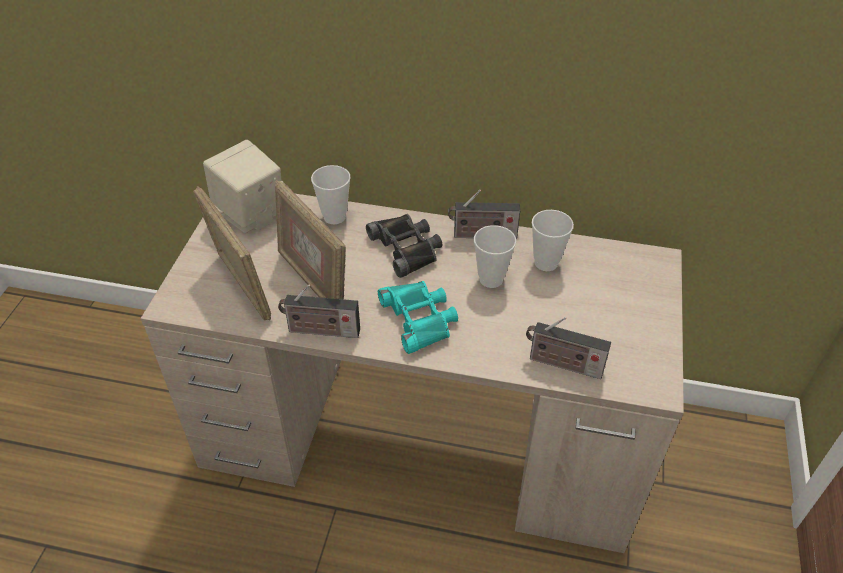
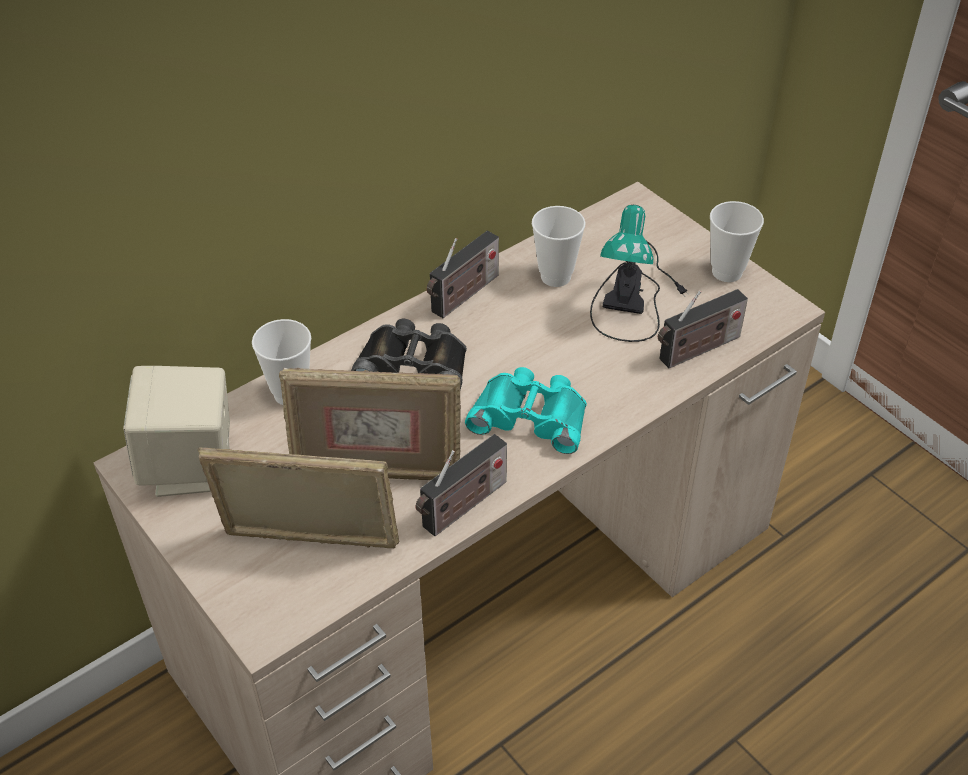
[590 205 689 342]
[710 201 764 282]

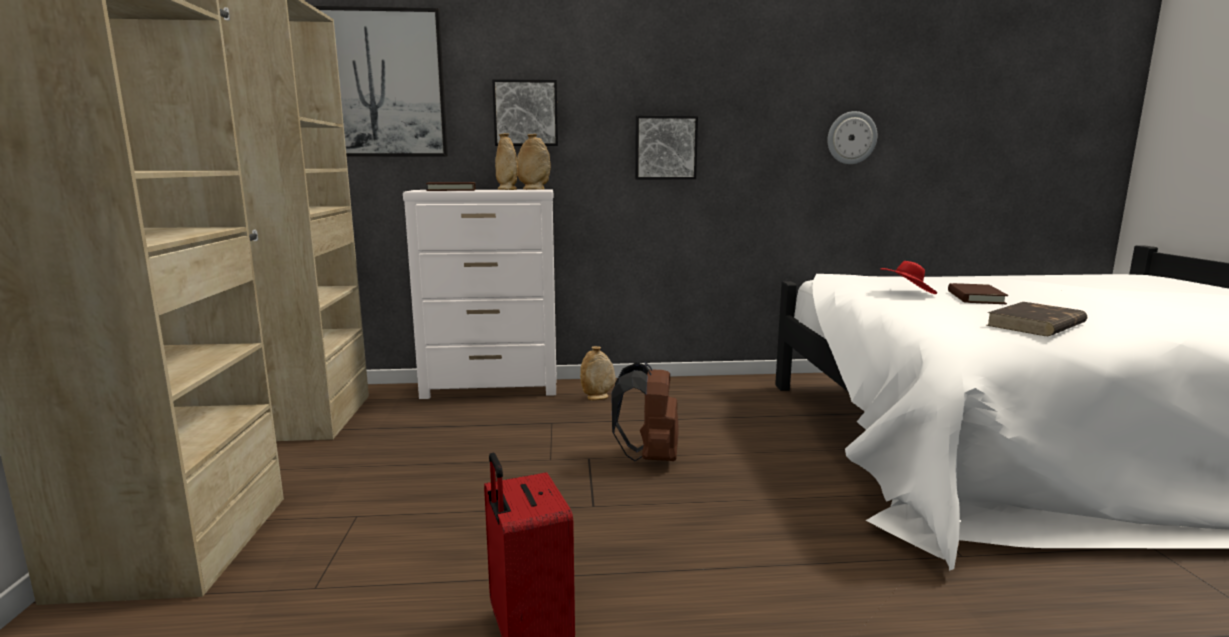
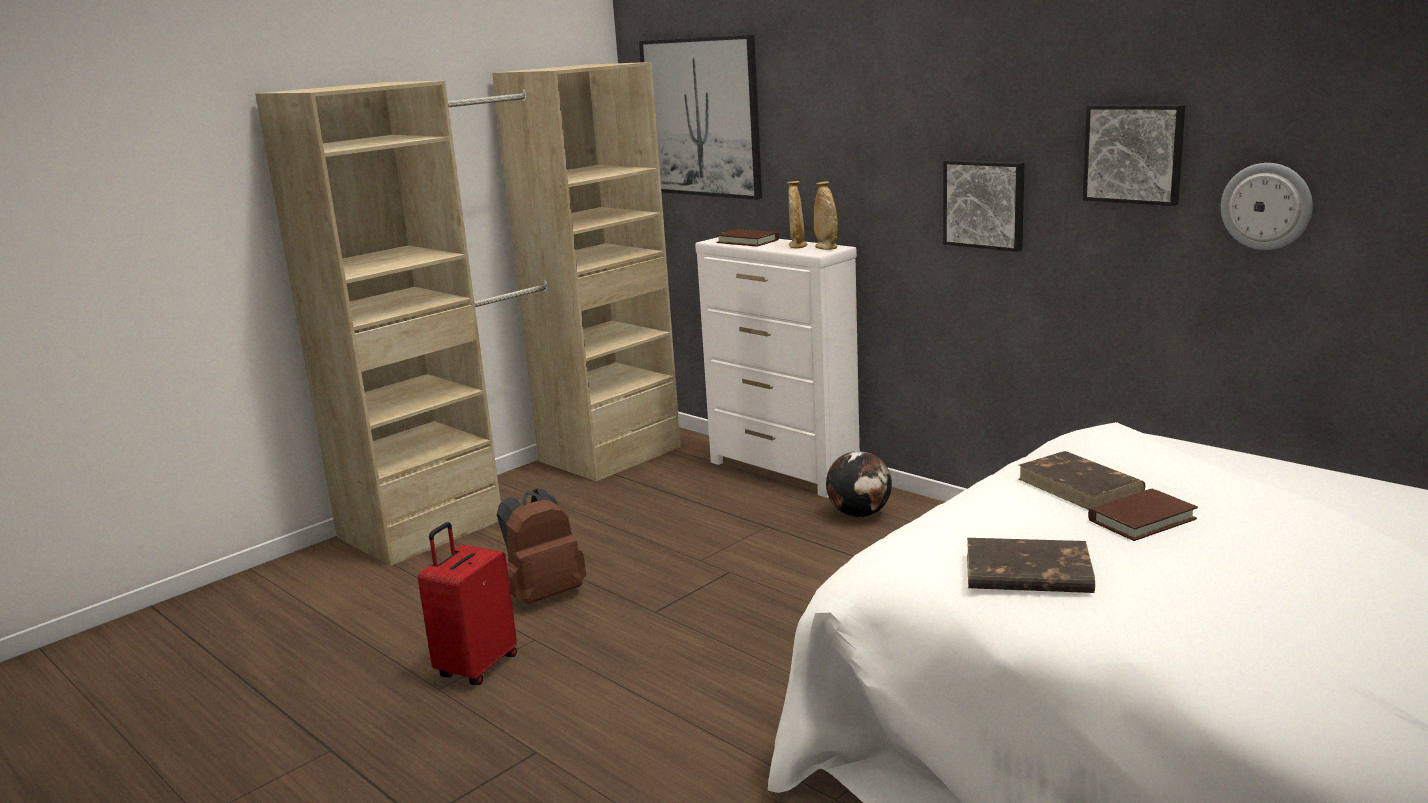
[1083 105 1185 206]
[497 488 586 604]
[826 451 892 517]
[1019 451 1145 510]

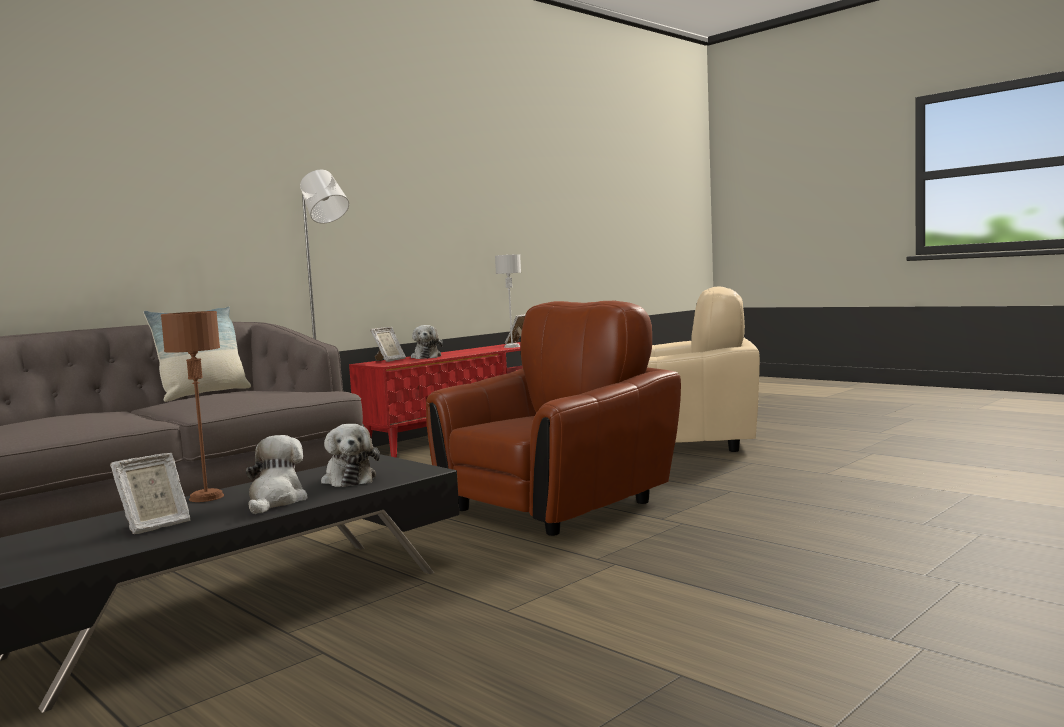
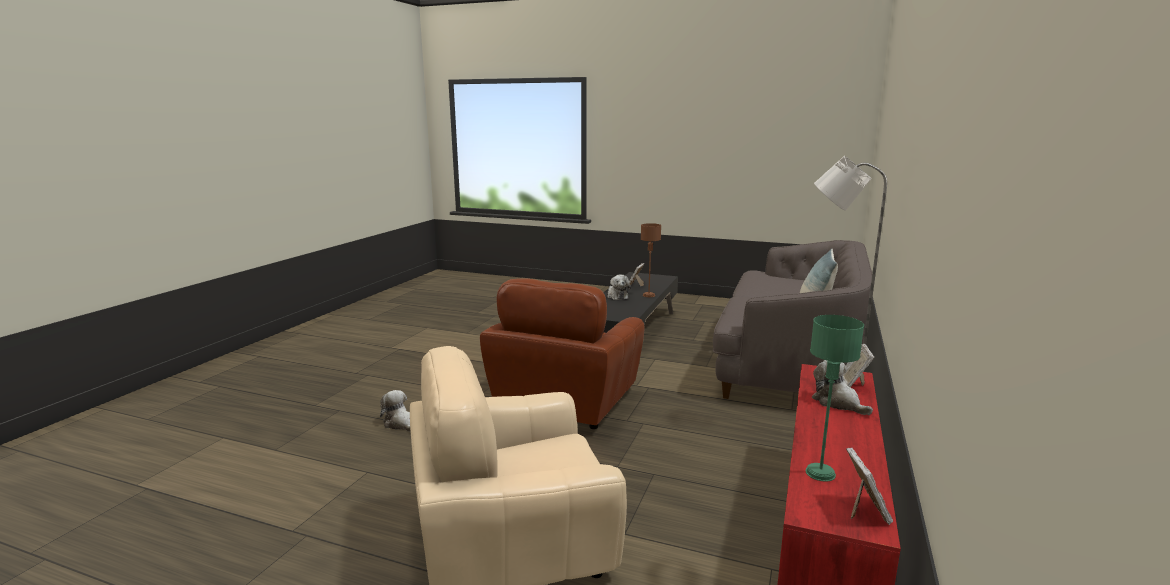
[380 390 411 432]
[805 315 864 482]

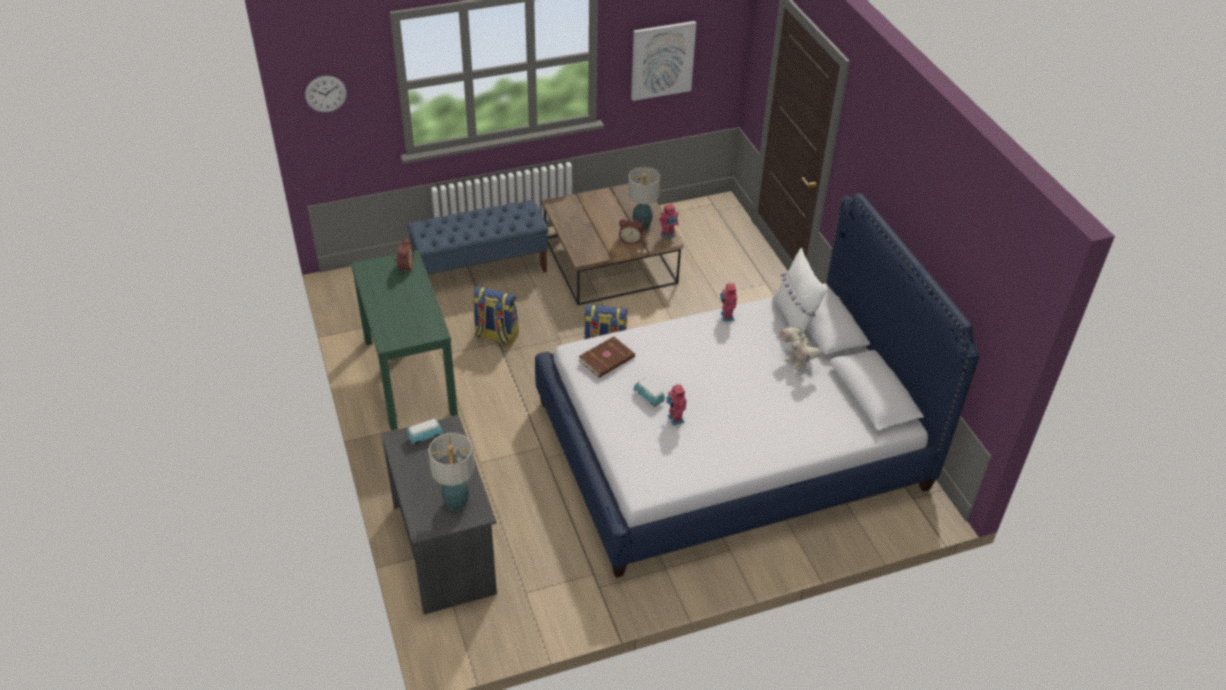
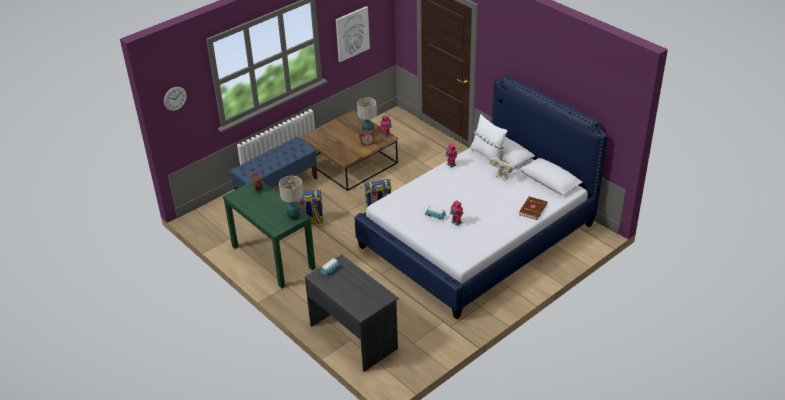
[279 176 303 221]
[519 196 547 220]

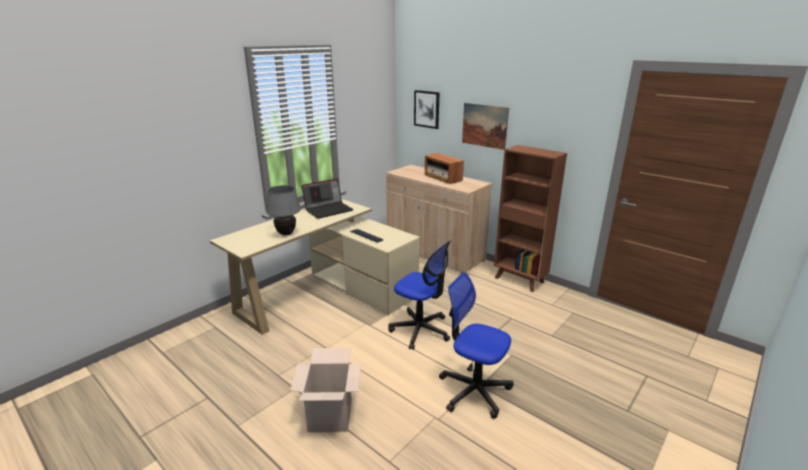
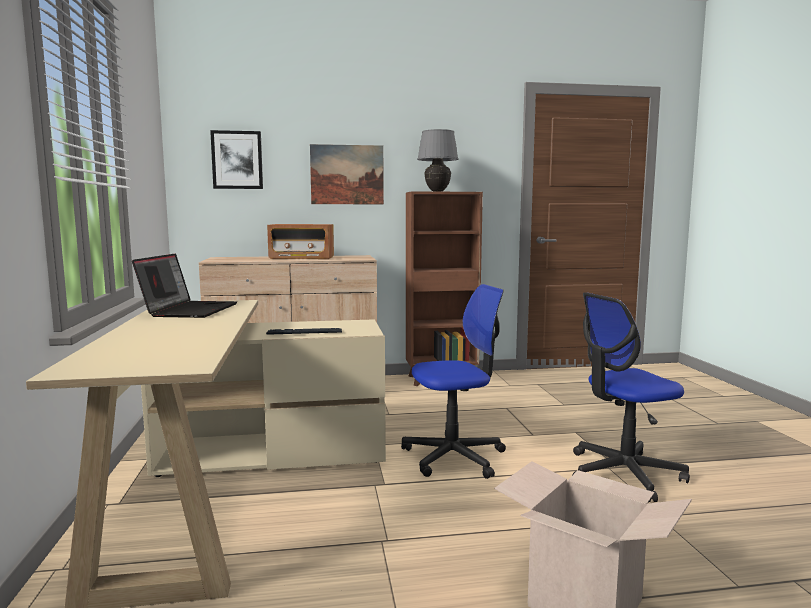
[417 129 458 192]

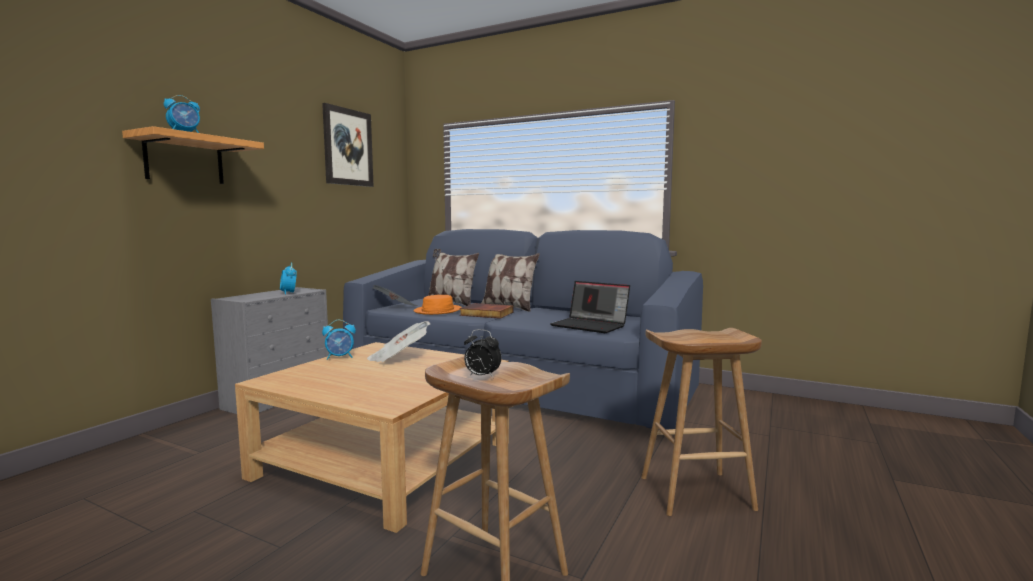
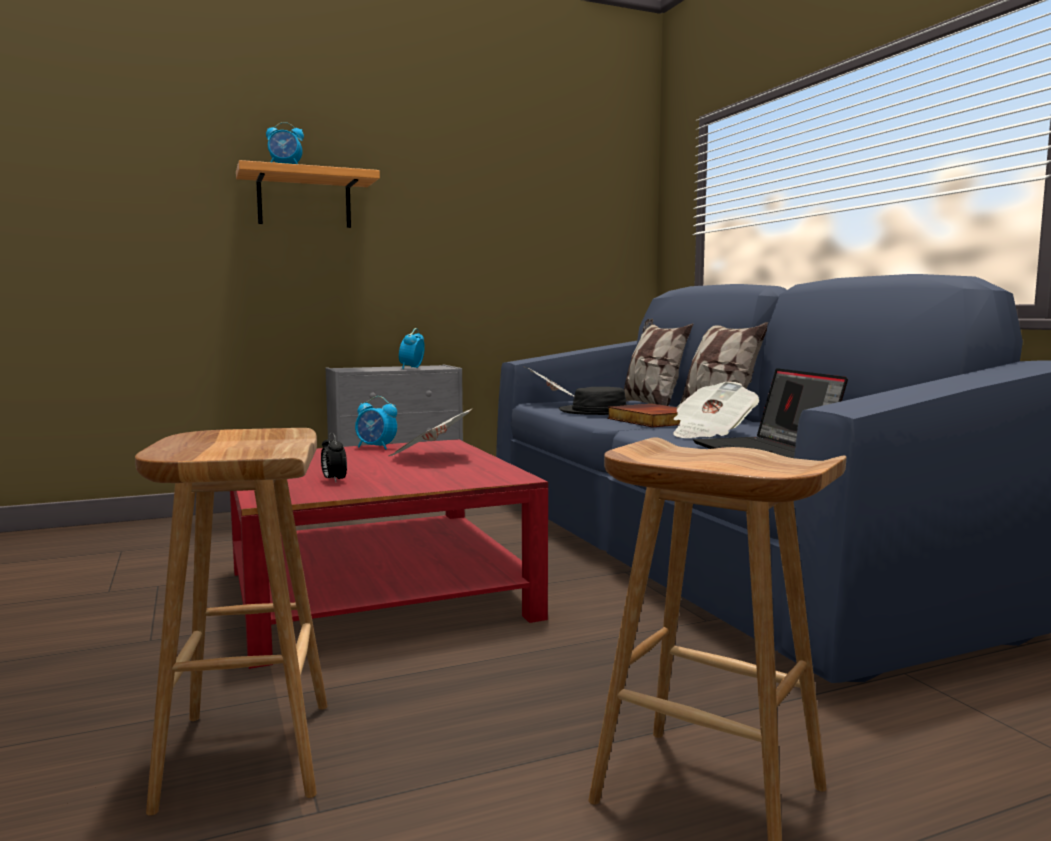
[322 103 374 187] (first image)
[673 382 759 438]
[321 433 347 482]
[230 439 548 669]
[559 387 627 415]

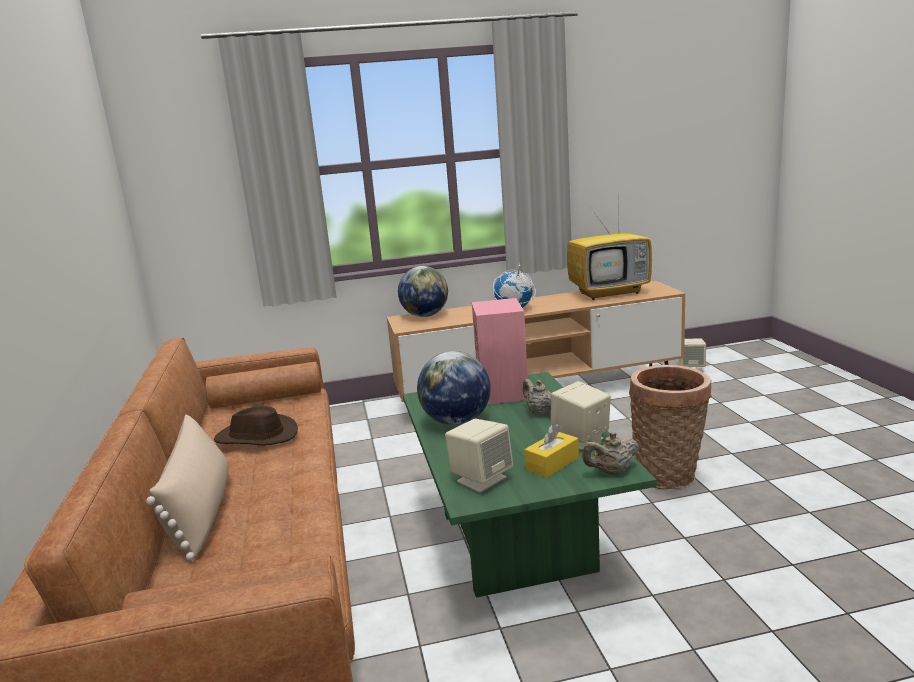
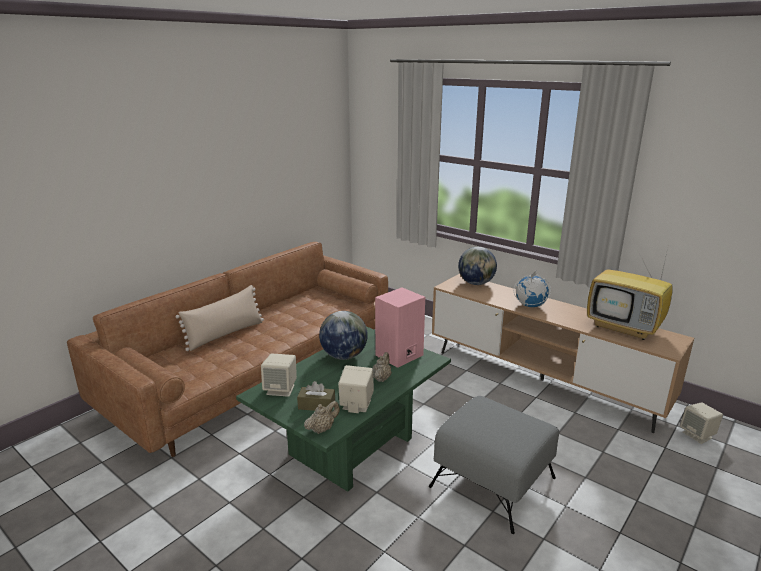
[214 406 298 446] (first image)
[429 396 559 534]
[297 381 335 412]
[304 401 340 434]

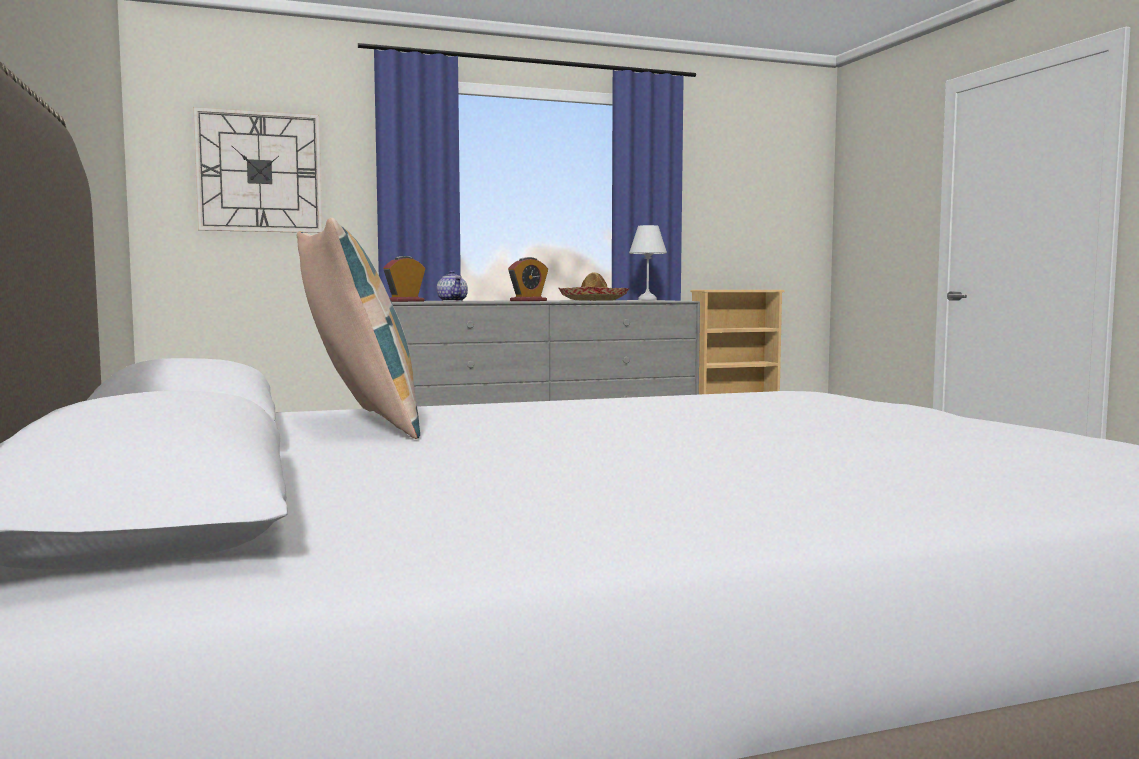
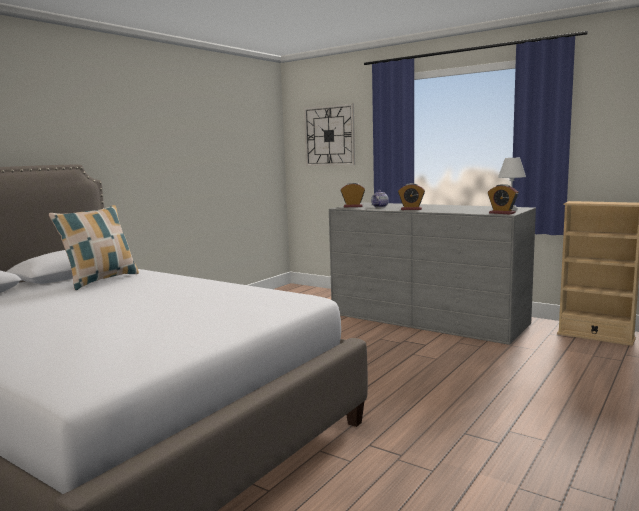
[559 272 629 301] (first image)
[488 184 518 214]

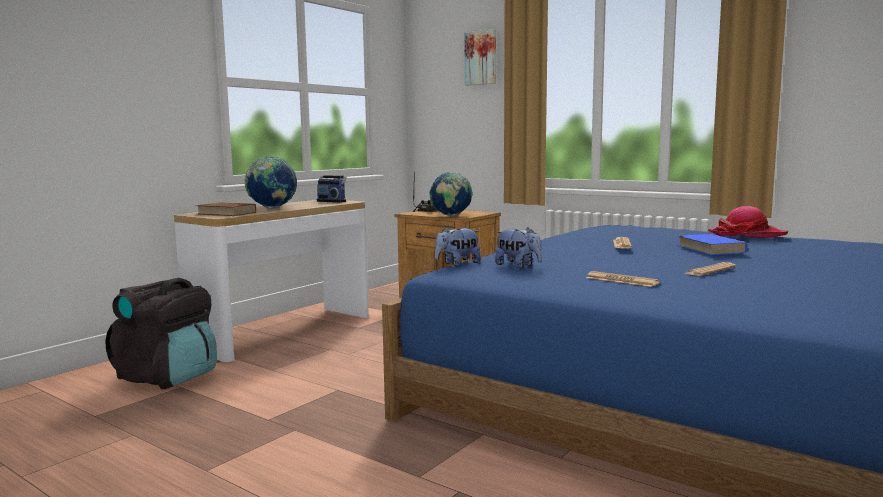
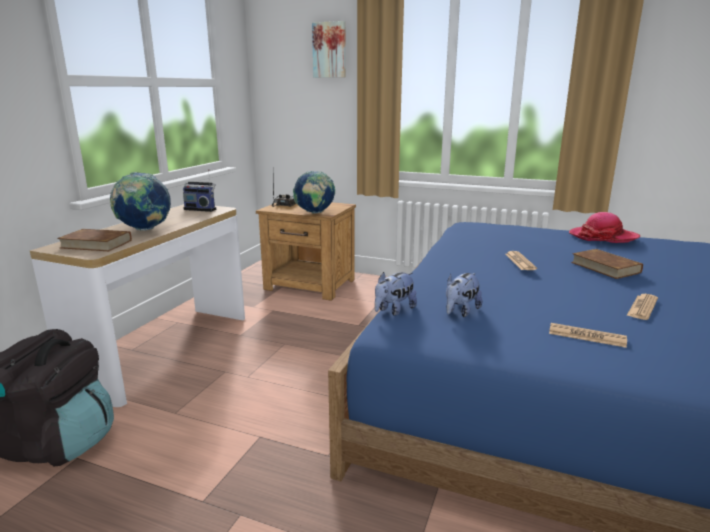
[571 249 643 279]
[446 273 482 317]

